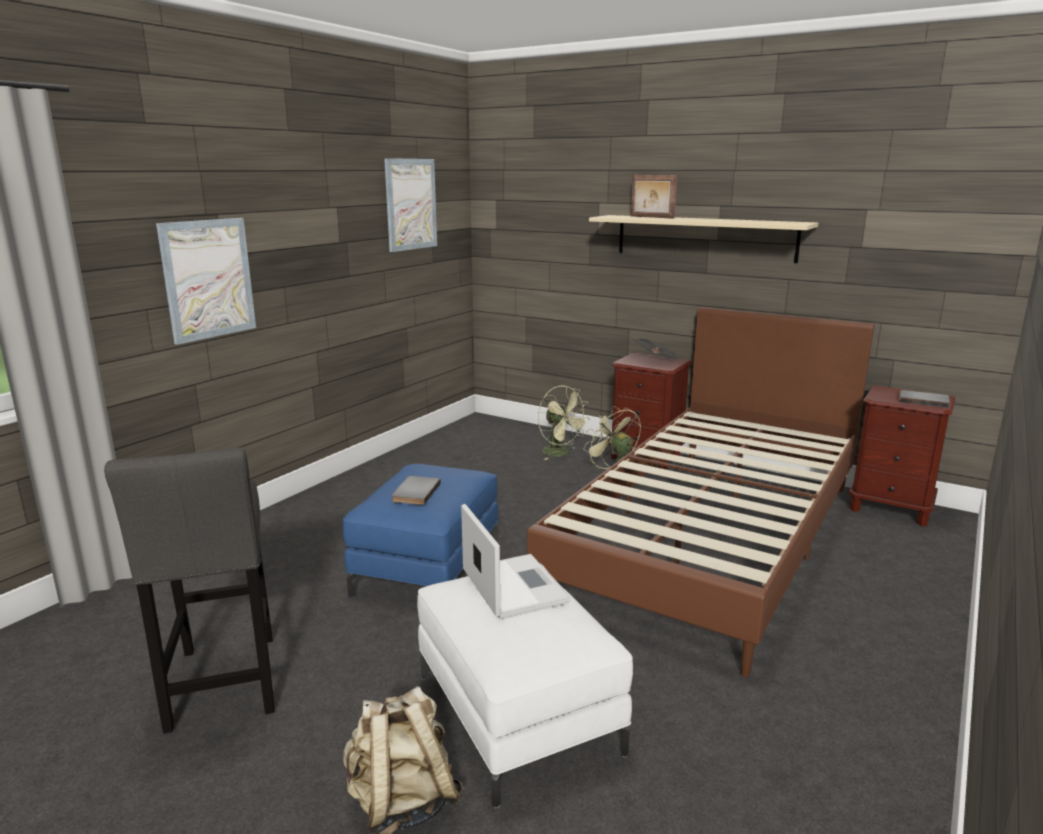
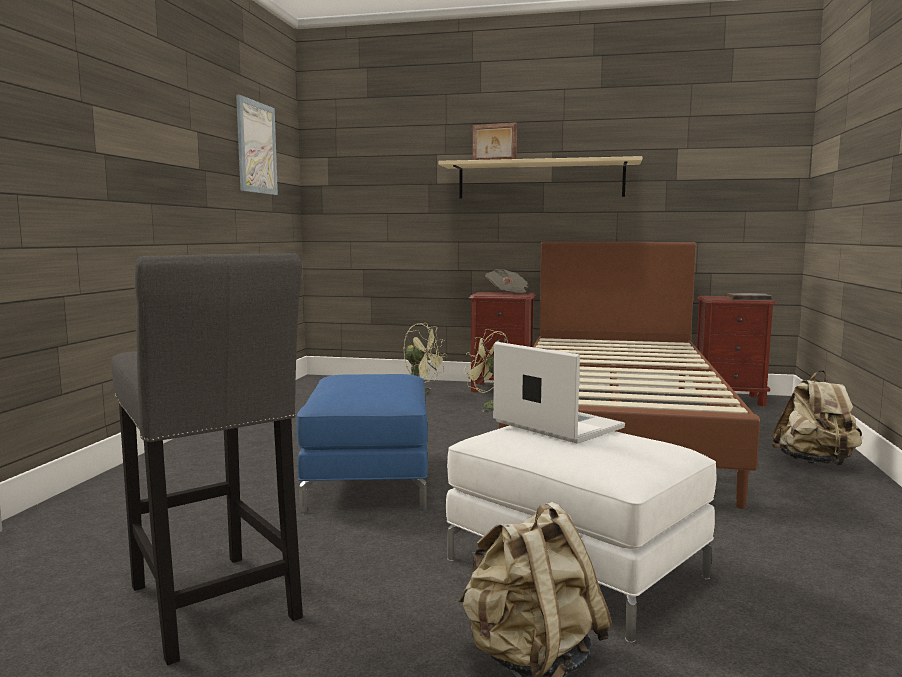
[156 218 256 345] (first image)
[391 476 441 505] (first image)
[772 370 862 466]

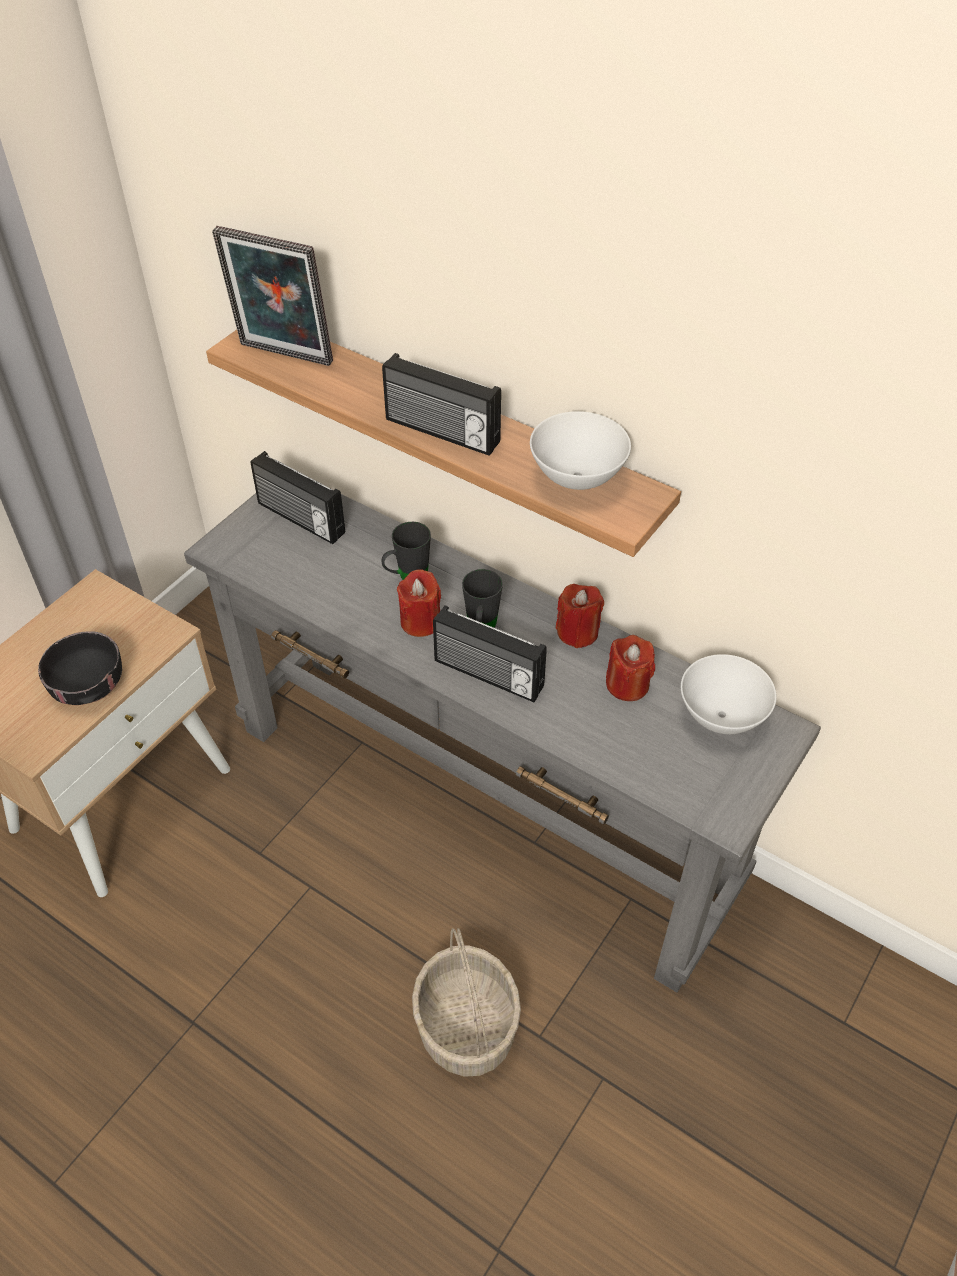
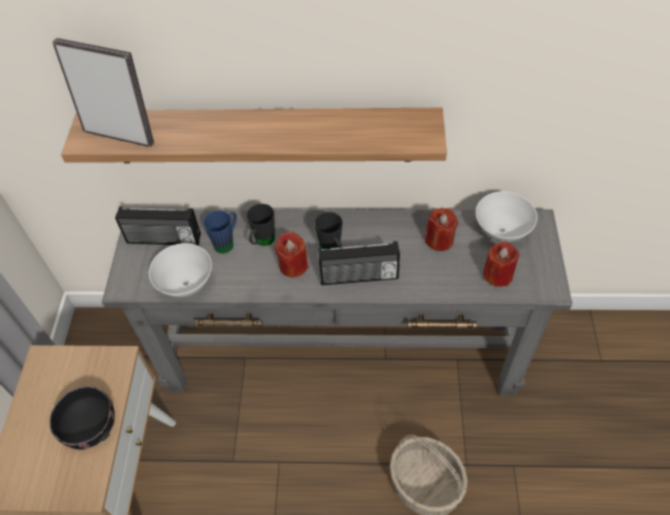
[382 353 501 456] (first image)
[203 211 237 253]
[149 243 212 297]
[483 241 520 287]
[53 38 154 147]

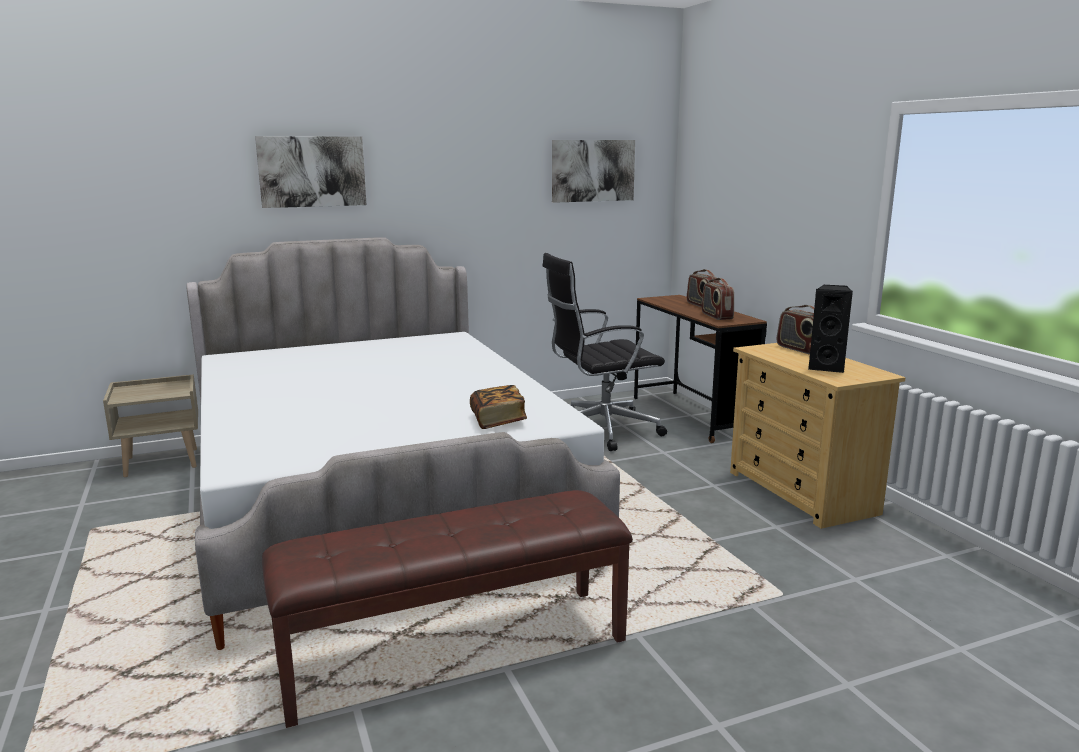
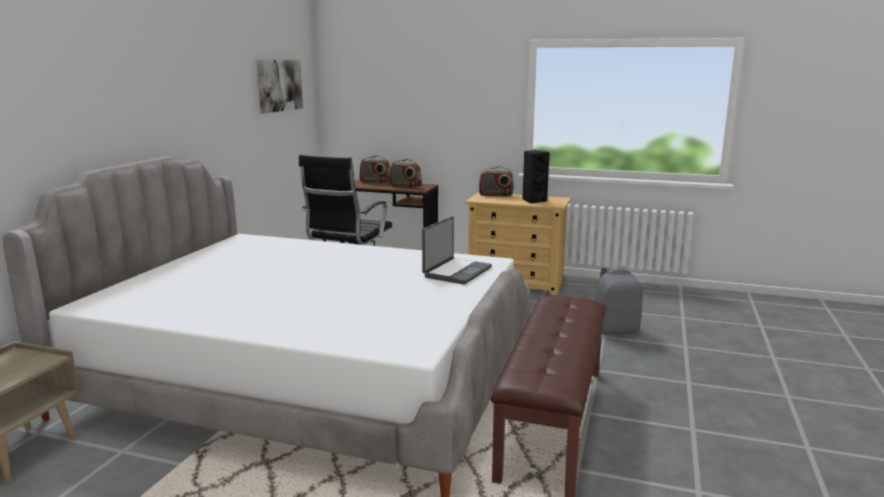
[255 136 366 208] (first image)
[595 266 643 335]
[422 216 492 285]

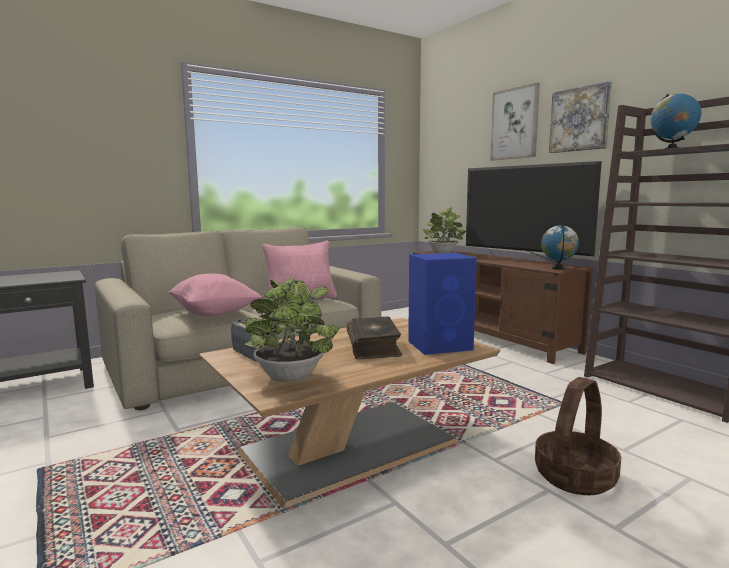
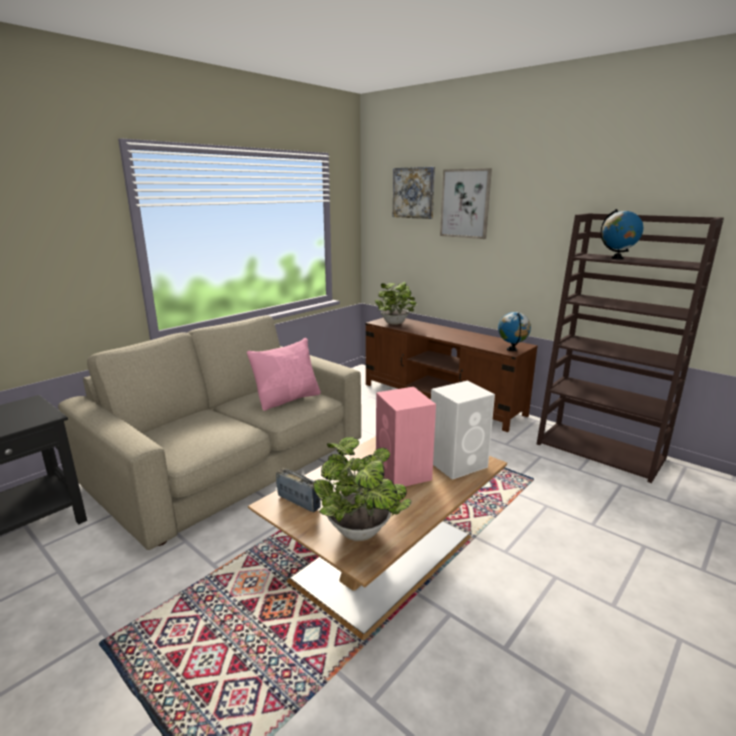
[169 274 262 316] (first image)
[466 161 602 265] (first image)
[535 377 621 495] (first image)
[393 167 435 219]
[376 387 436 486]
[431 381 495 480]

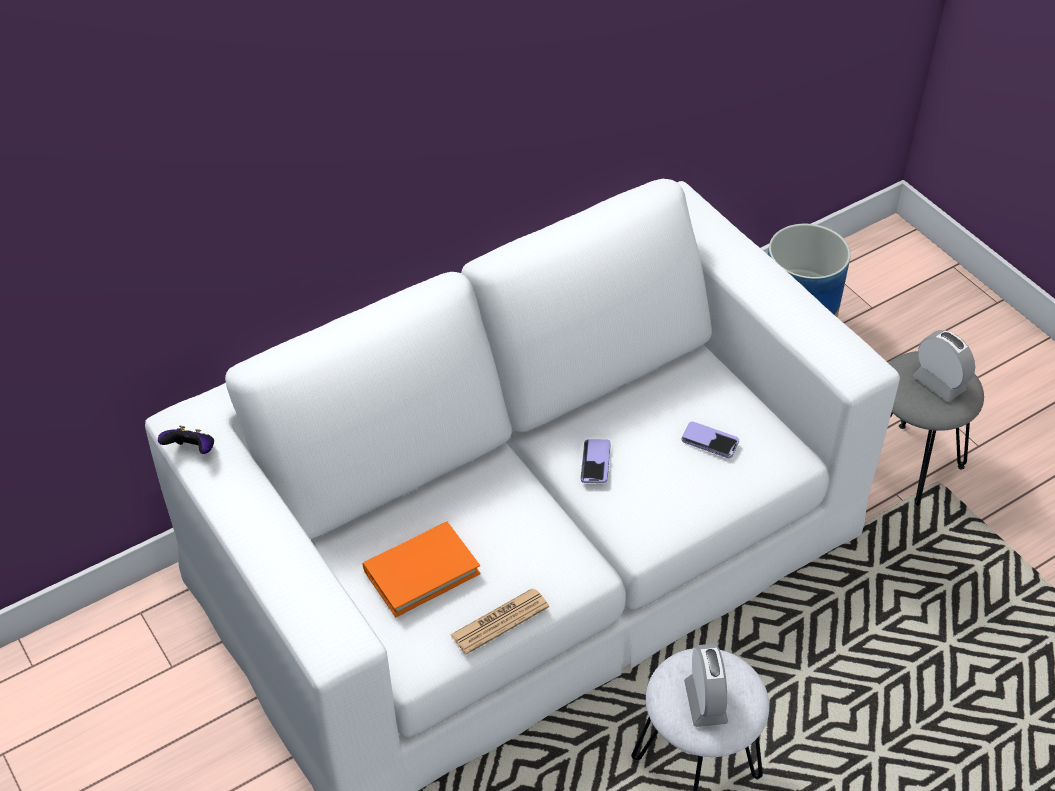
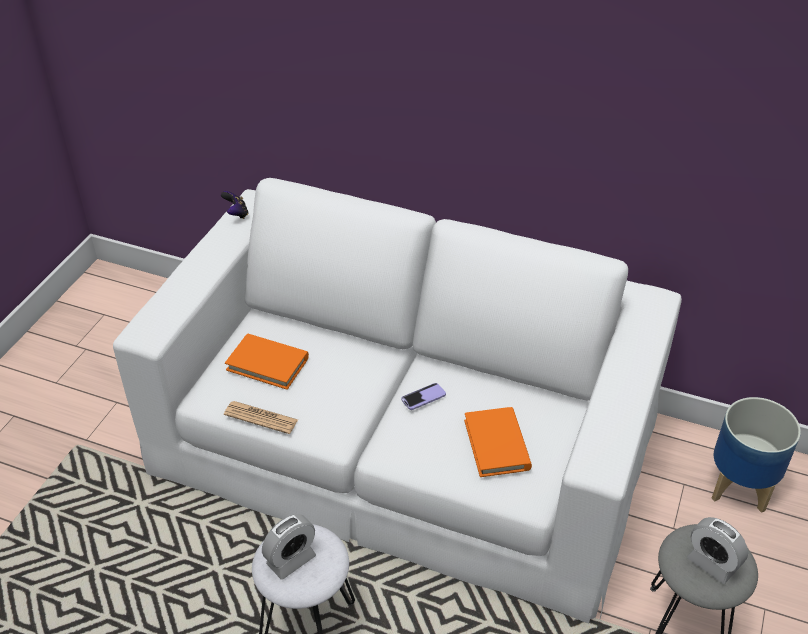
[464 407 532 477]
[687 517 748 584]

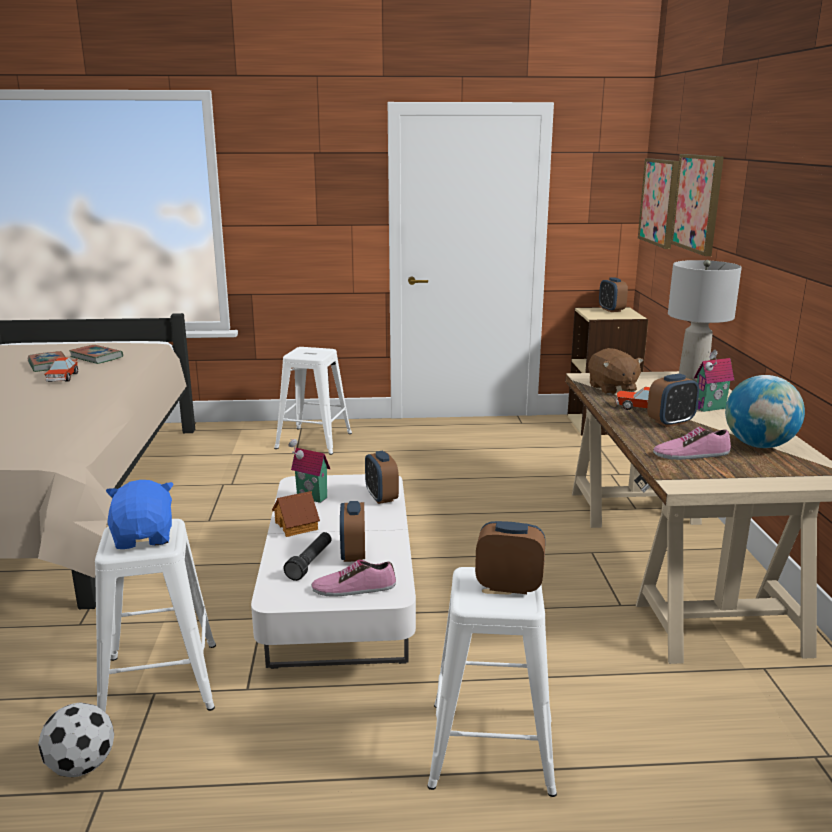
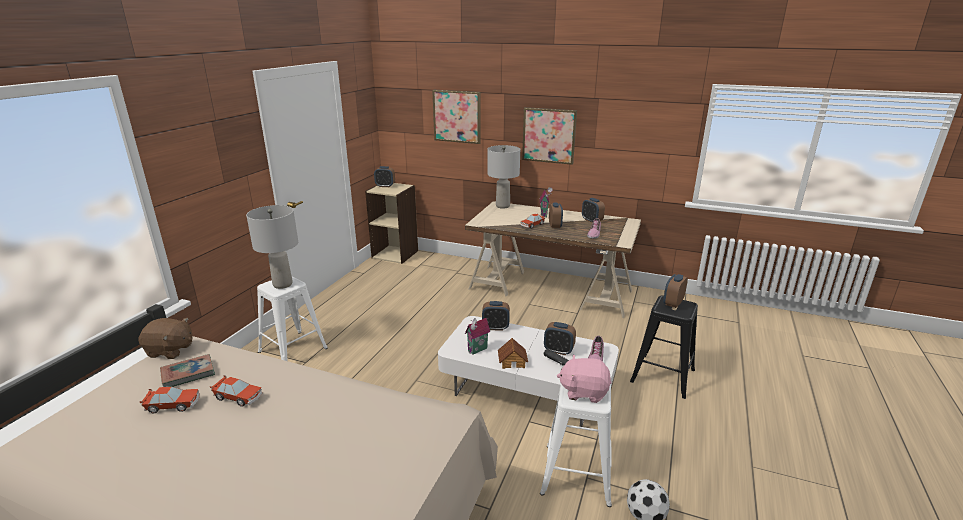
[246 205 298 289]
[138 318 193 359]
[522 107 577 165]
[139 387 200 413]
[582 198 605 223]
[557 354 612 403]
[630 295 698 399]

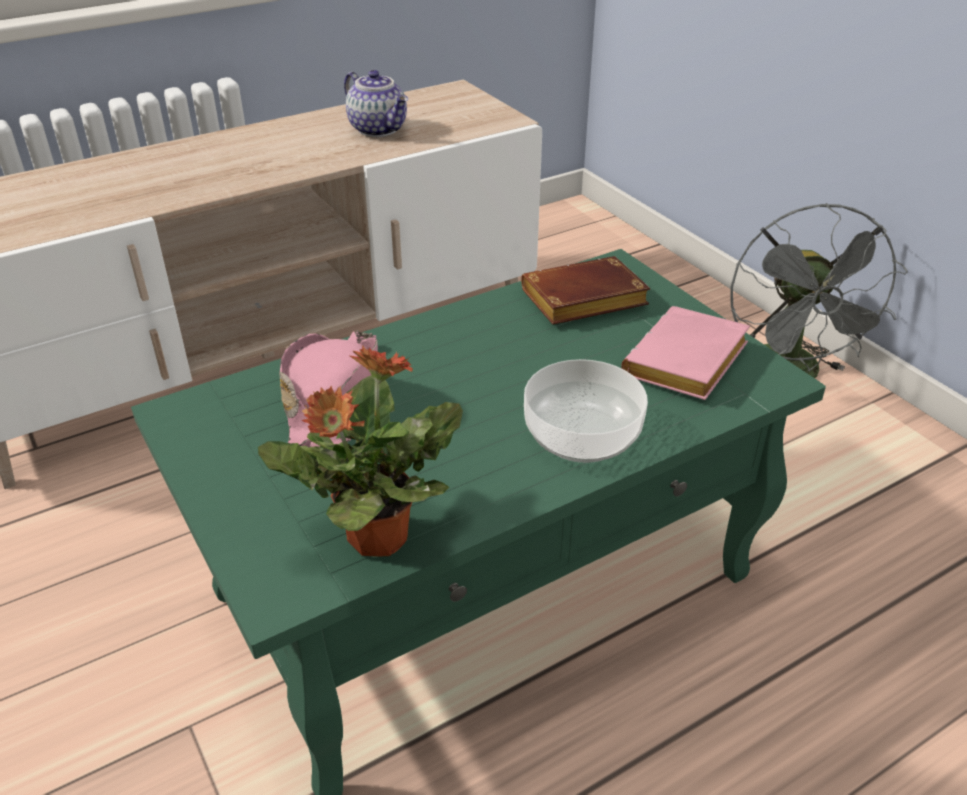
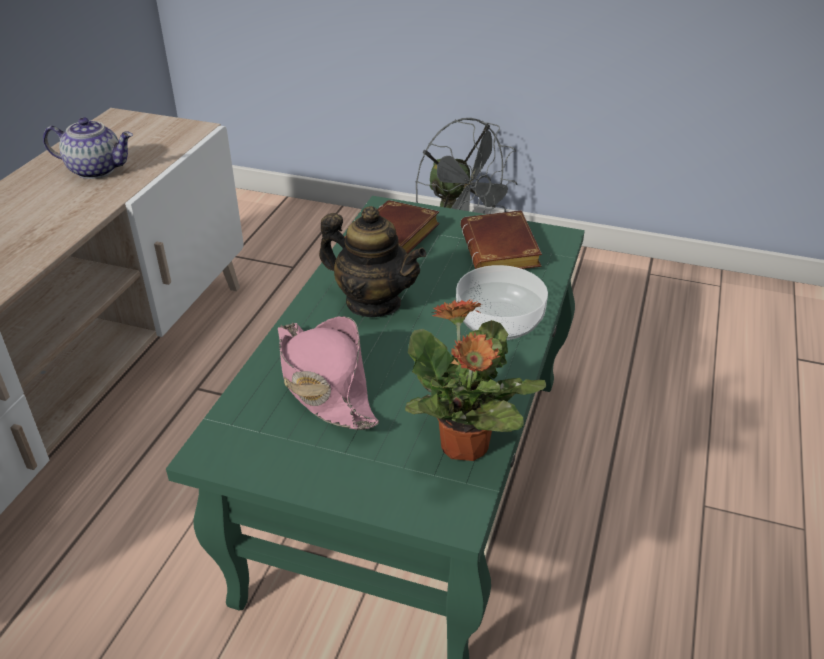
[319 206 426 317]
[460 210 542 269]

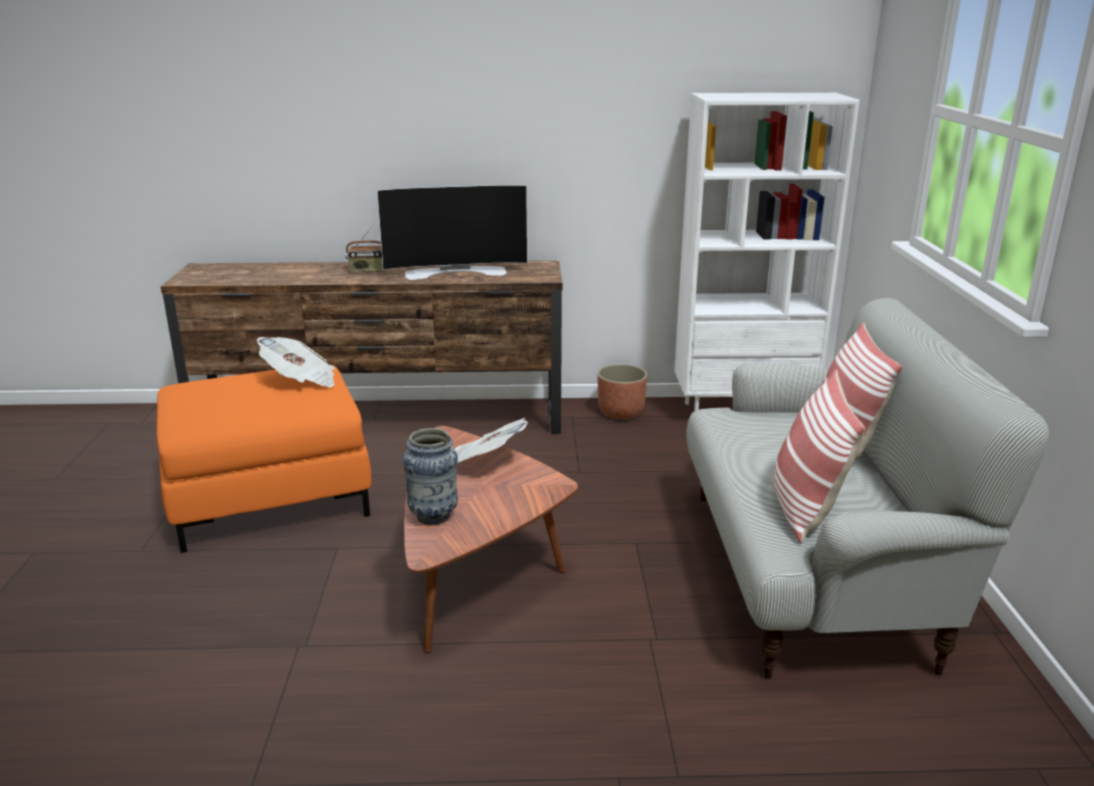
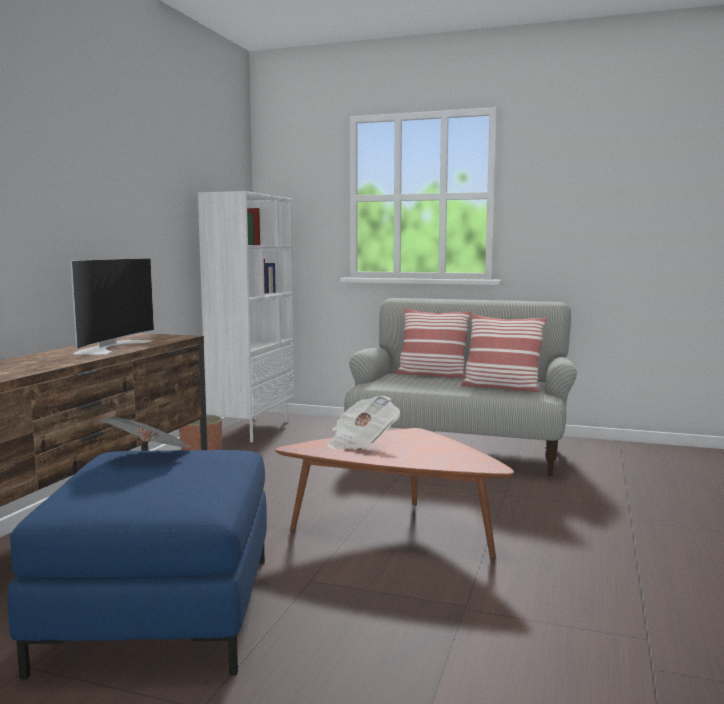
[345 227 383 272] (first image)
[403 428 458 525] (first image)
[7 450 267 679]

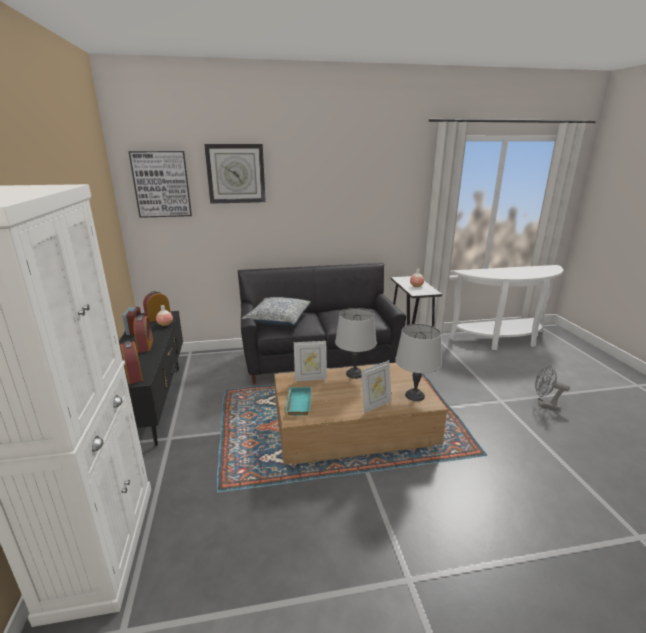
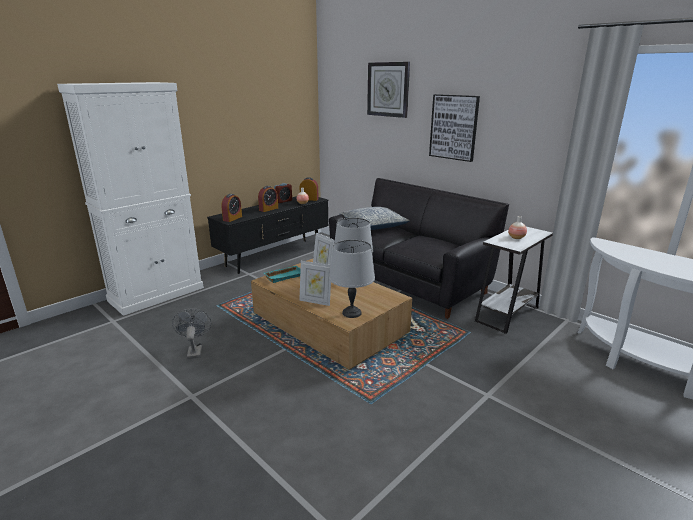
[429 94 480 162]
[172 308 211 359]

